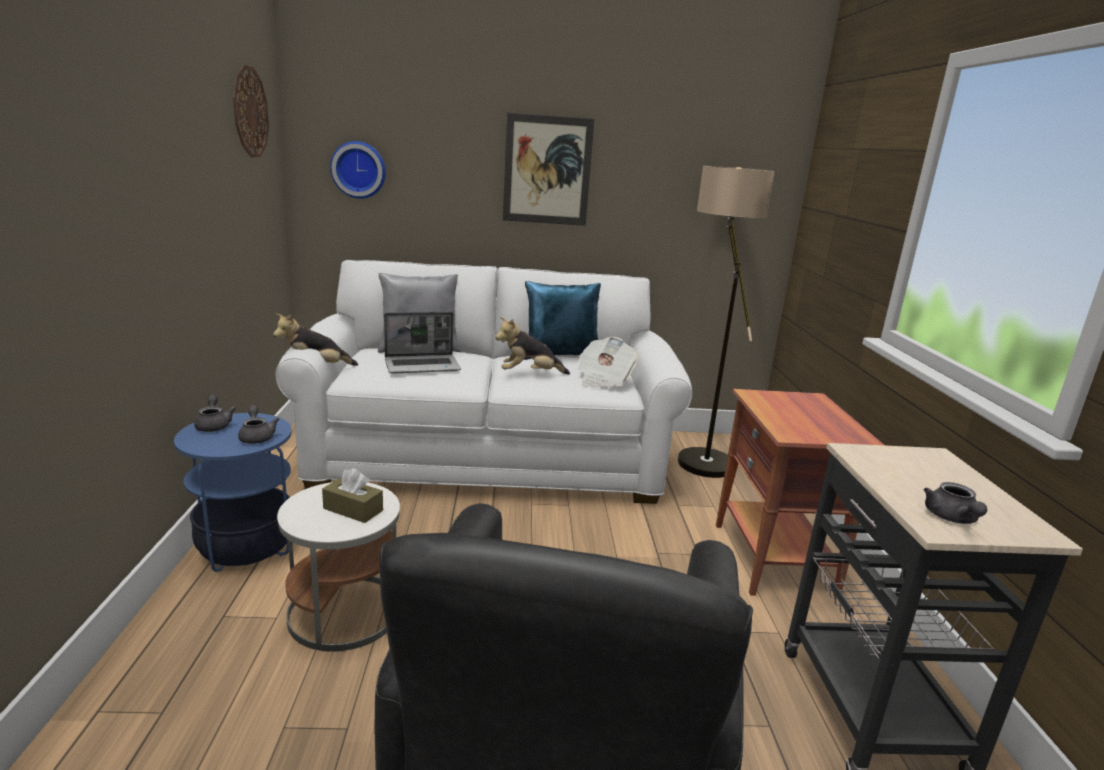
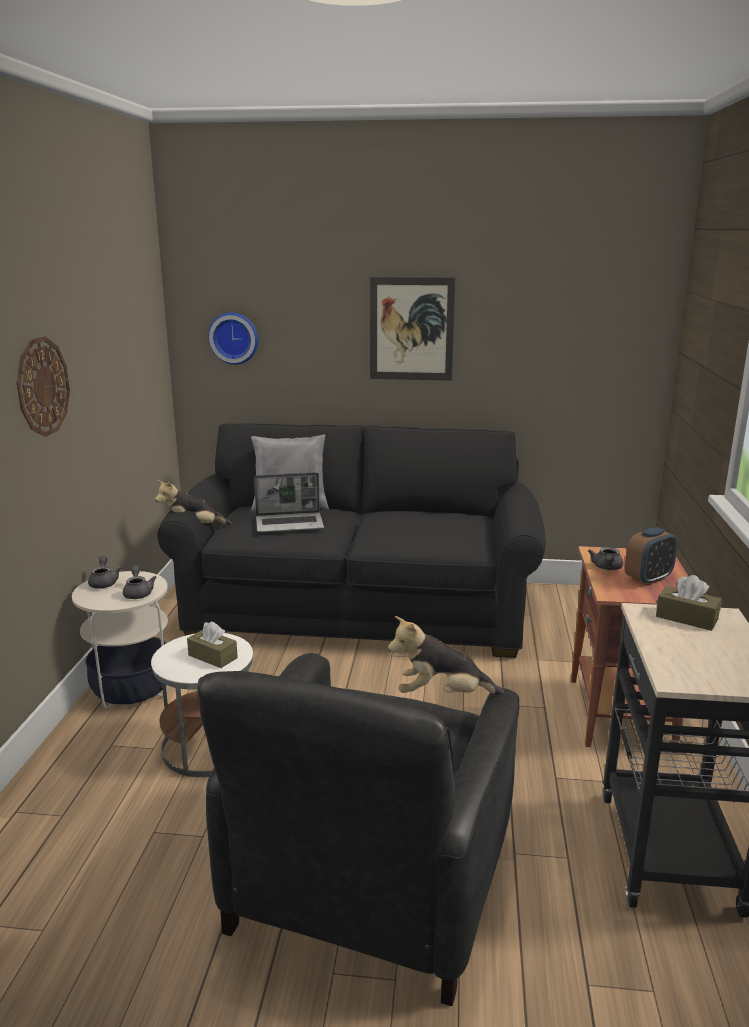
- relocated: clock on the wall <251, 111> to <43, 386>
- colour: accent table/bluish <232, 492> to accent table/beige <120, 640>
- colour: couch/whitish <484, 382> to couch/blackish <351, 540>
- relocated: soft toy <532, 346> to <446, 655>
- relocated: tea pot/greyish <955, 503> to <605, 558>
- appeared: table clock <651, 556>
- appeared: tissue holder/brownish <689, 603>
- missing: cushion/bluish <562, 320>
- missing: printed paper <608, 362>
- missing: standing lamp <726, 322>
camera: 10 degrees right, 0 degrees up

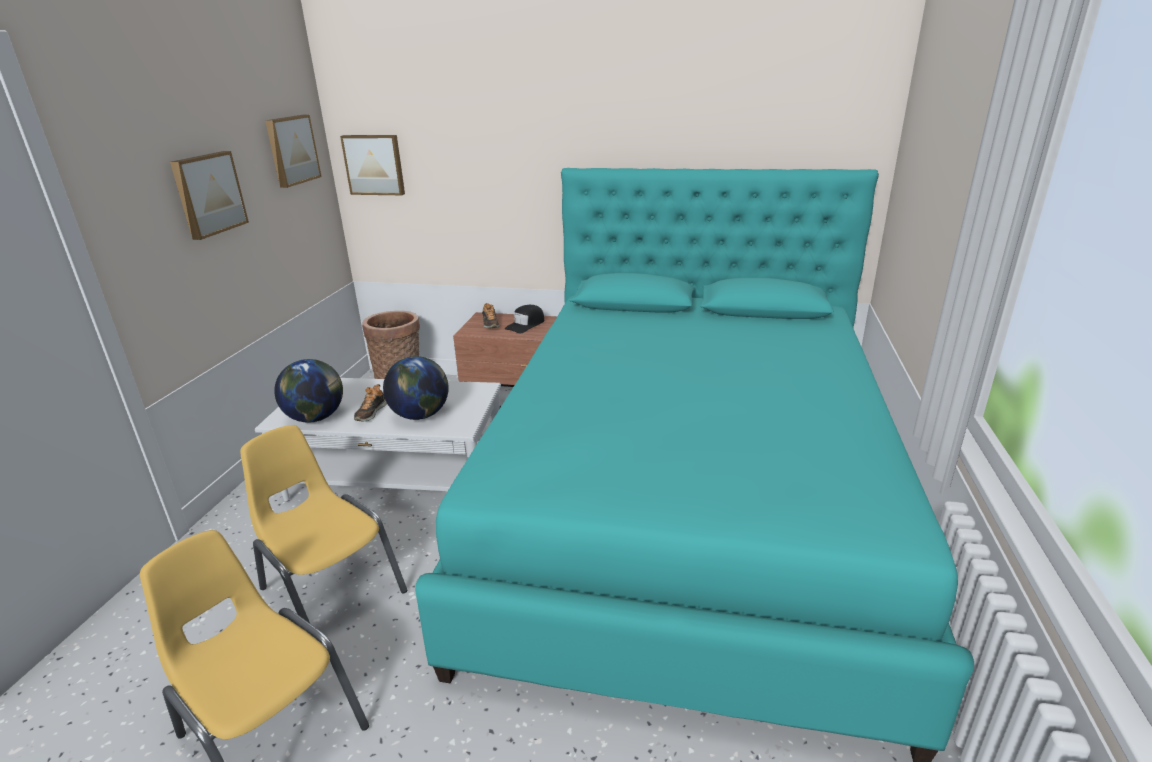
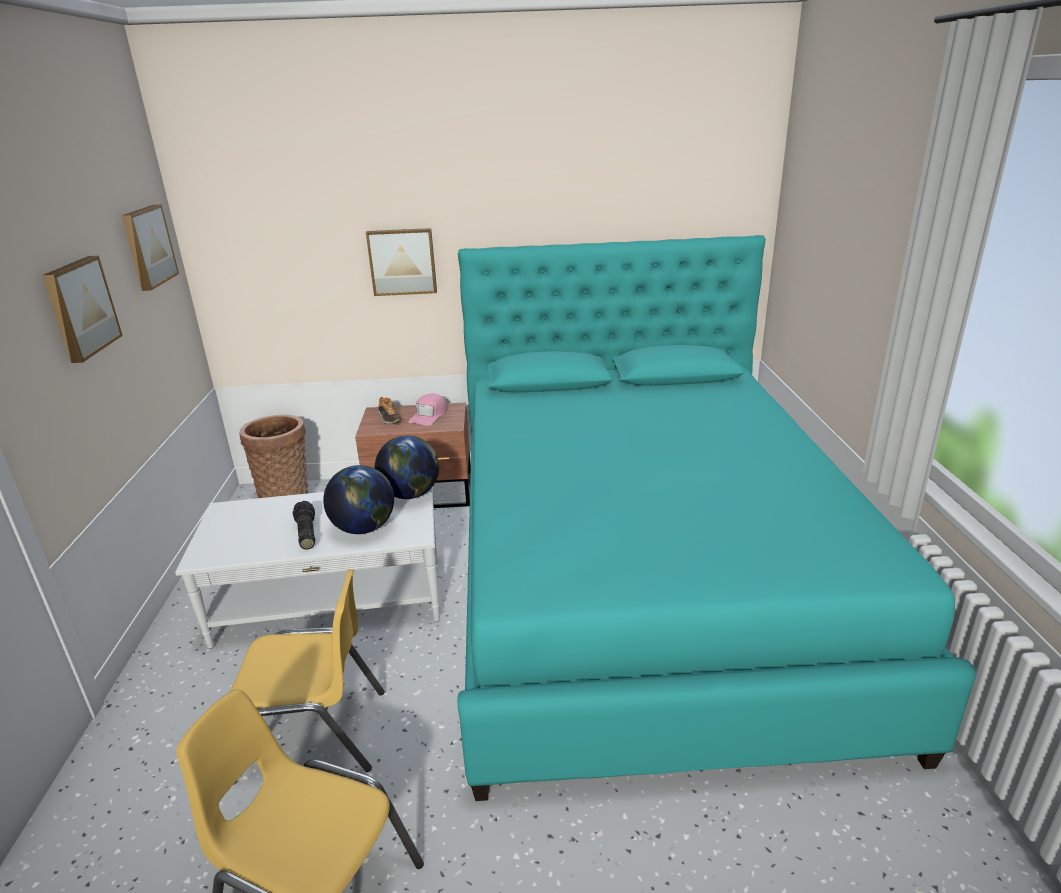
- spun: upright chair/yellow-coloured <323, 524> = <307, 677> 150 degrees clockwise
- exchanged: low shoe <370, 402> to torch <304, 525>
- relocated: wall art <372, 165> to <401, 262>
- relocated: world globe <308, 391> to <407, 467>
- colour: peaked cap/blackish <525, 319> to peaked cap/pinkish <427, 410>
camera: 15 degrees left, 0 degrees up

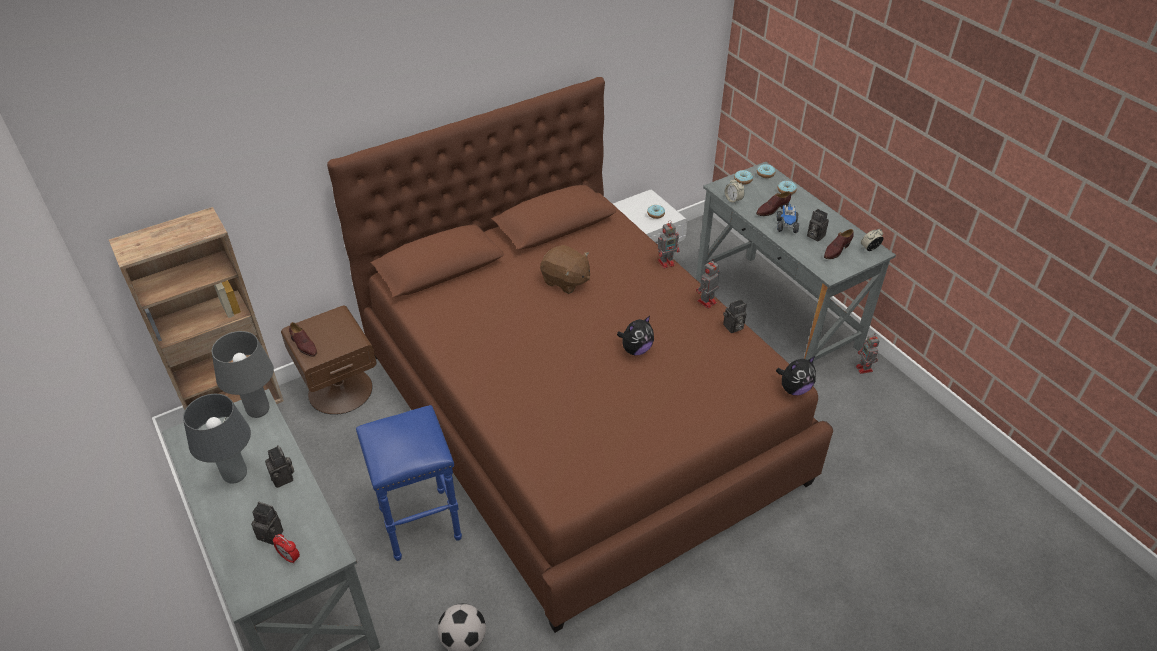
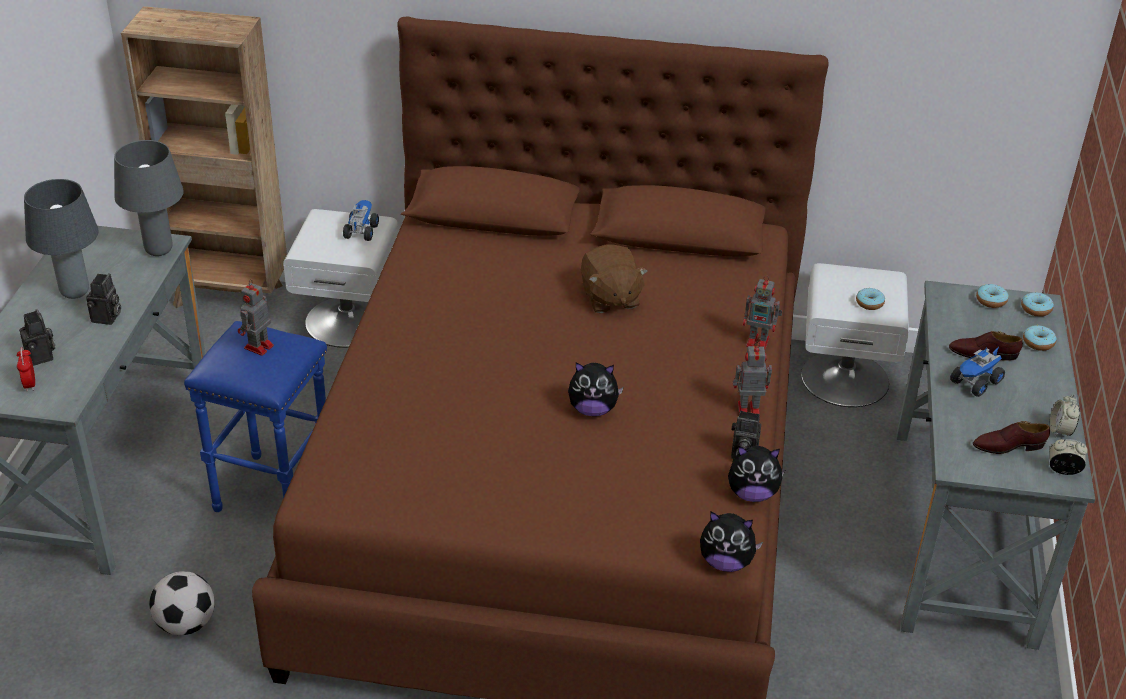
- relocated: robot figure <868, 354> to <256, 317>
- colour: bedside table/brownish <328, 360> to bedside table/whitish <340, 278>
- appeared: model truck <361, 220>
- appeared: soft toy <757, 474>
- relocated: table clock <735, 191> to <1065, 416>
- missing: low shoe/brownish <303, 339>
- missing: still camera <818, 225>
camera: 40 degrees right, 5 degrees down

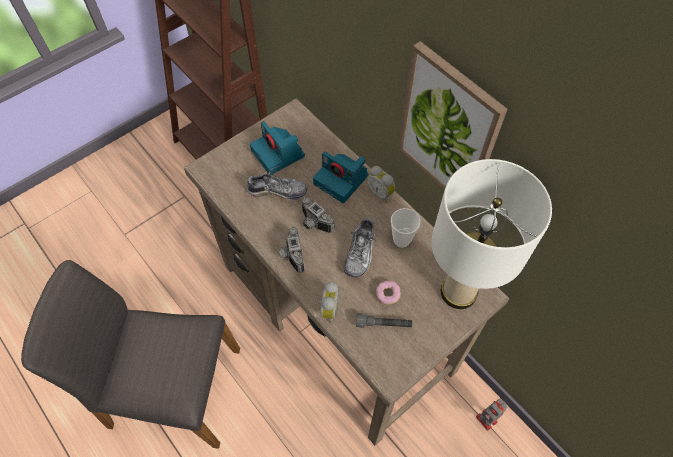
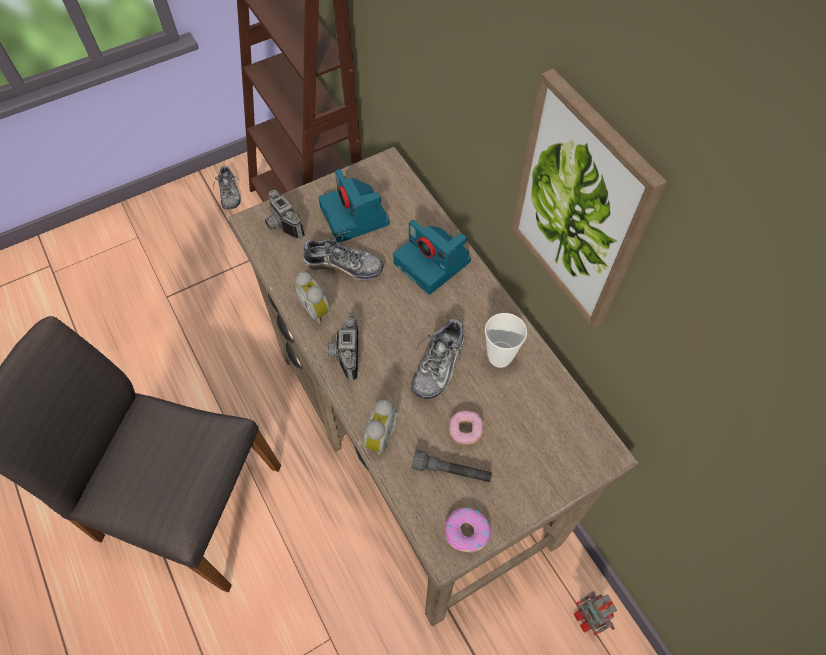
- appeared: low shoe <227, 186>
- relocated: still camera <318, 215> to <285, 214>
- relocated: table clock <381, 184> to <312, 298>
- appeared: ring doughnut <468, 529>
- spun: robot figure <492, 414> = <595, 613> 90 degrees counterclockwise
- missing: lamp for a table/whitish <491, 234>
camera: 10 degrees right, 0 degrees up

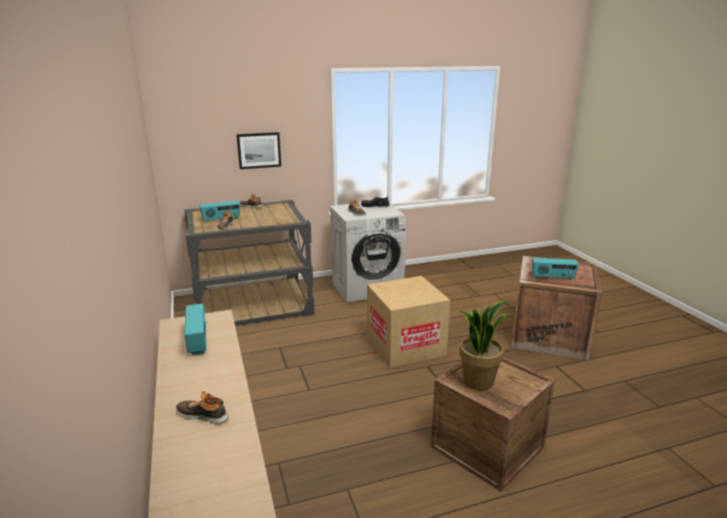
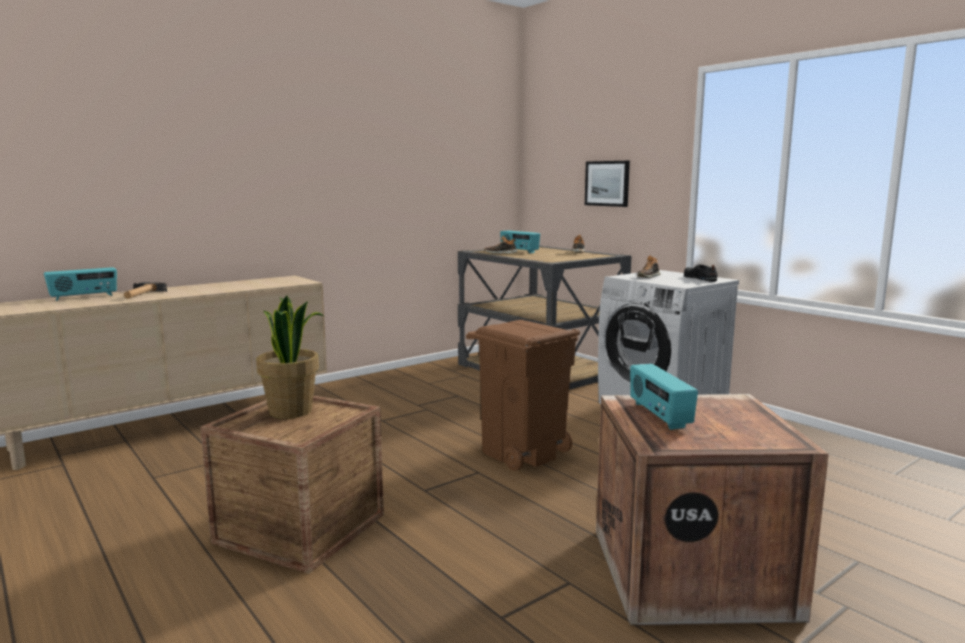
- relocated: radio set <196, 329> to <80, 284>
- exchanged: low shoe <202, 407> to hammer <145, 290>
- exchanged: carton <408, 322> to waste bin/brownish <523, 395>
camera: 70 degrees right, 10 degrees down

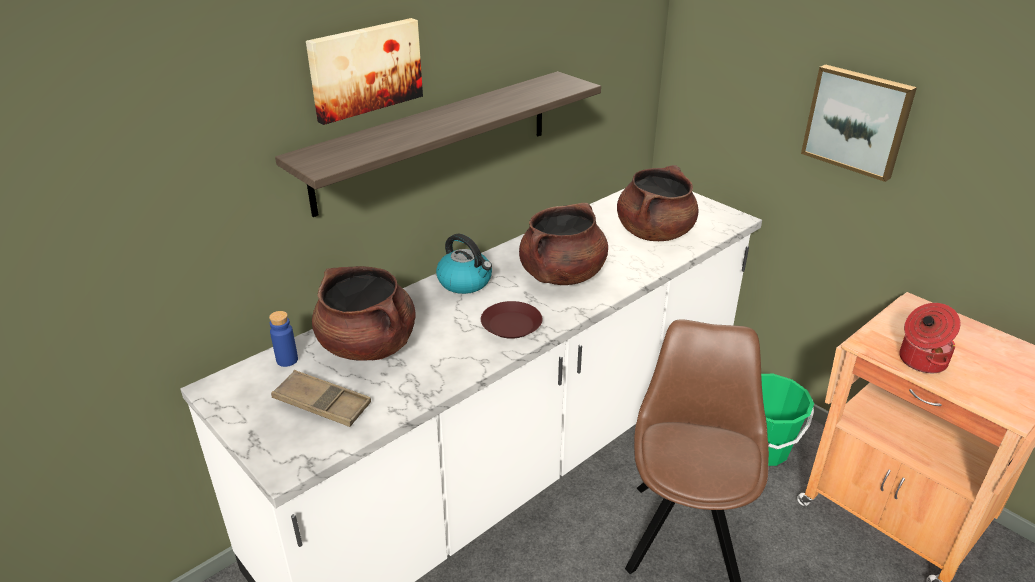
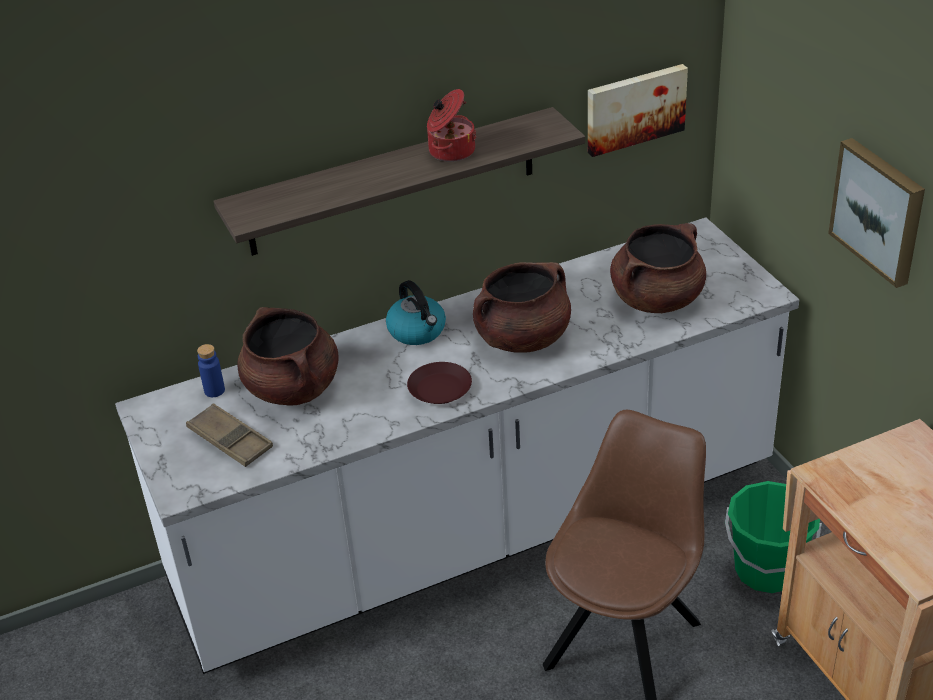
- relocated: stockpot <929, 338> to <452, 125>
- relocated: wall art <364, 71> to <638, 110>
camera: 20 degrees right, 5 degrees up

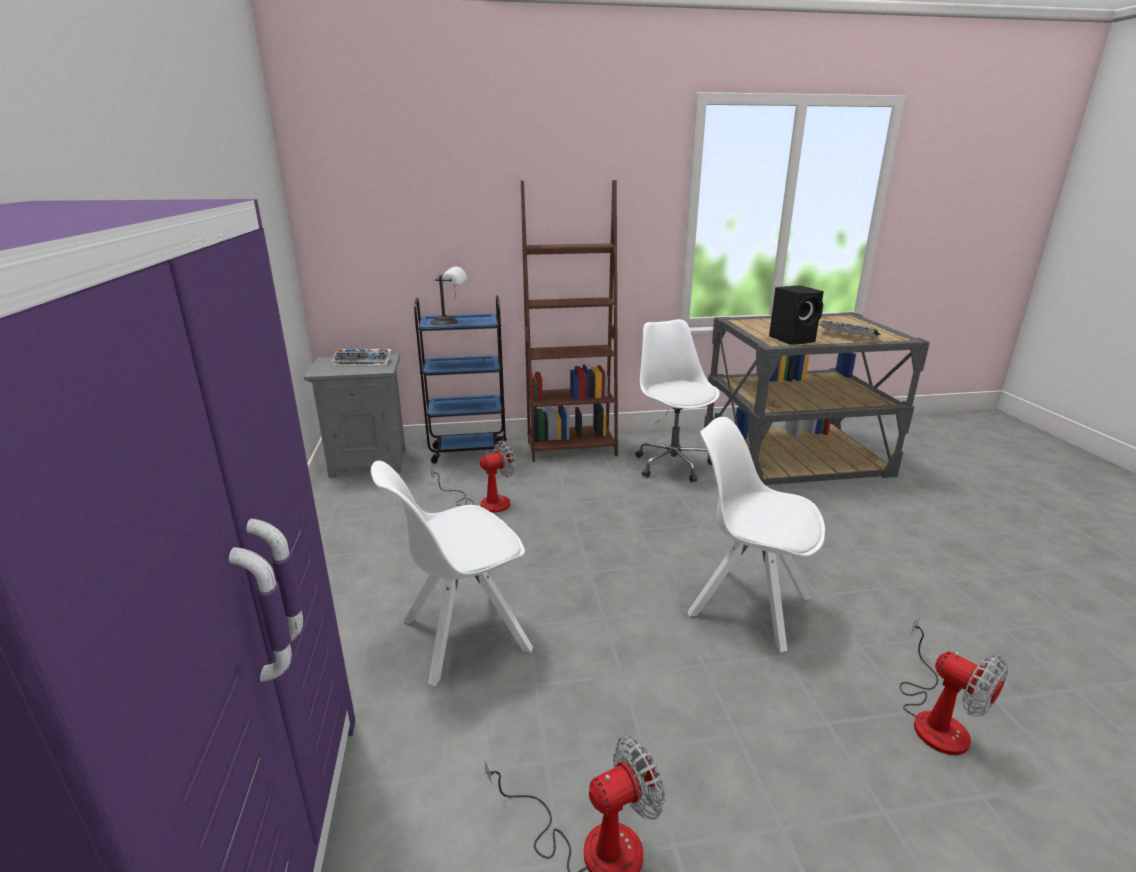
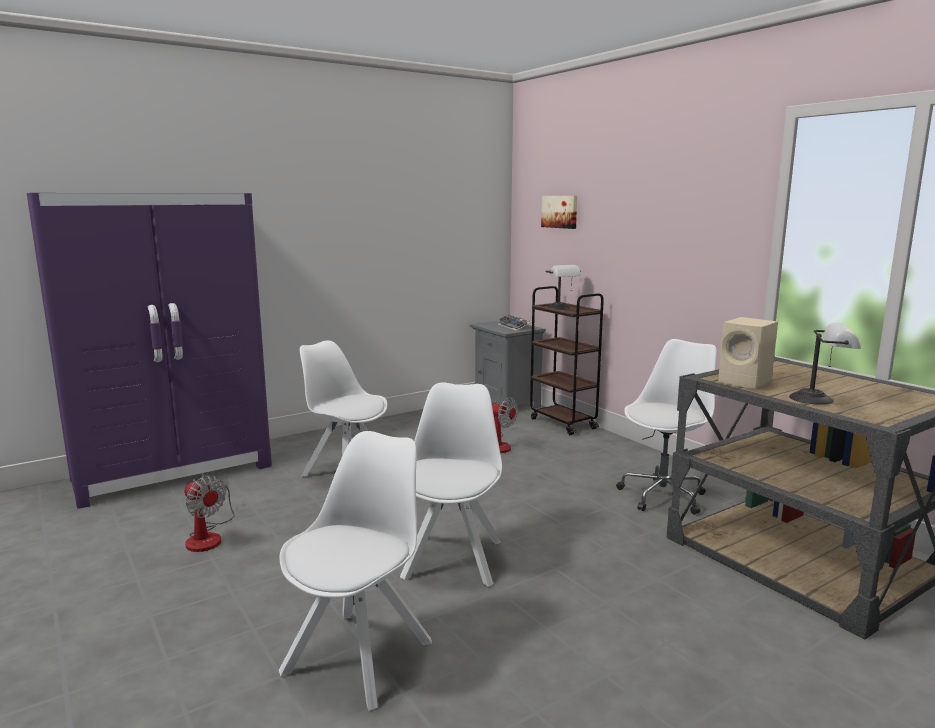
- exchanged: cooling fan <954, 685> to upright chair/whitish <355, 571>
- colour: trolley/bluish <460, 379> to trolley/brownish <567, 360>
- appeared: wall art <559, 212>
- colour: audio speaker/blackish <796, 315> to audio speaker/beige <748, 353>
- exchanged: keyboard <849, 329> to lamp for a table <825, 364>
- missing: bookshelf/brownish <569, 321>
camera: 65 degrees right, 10 degrees down

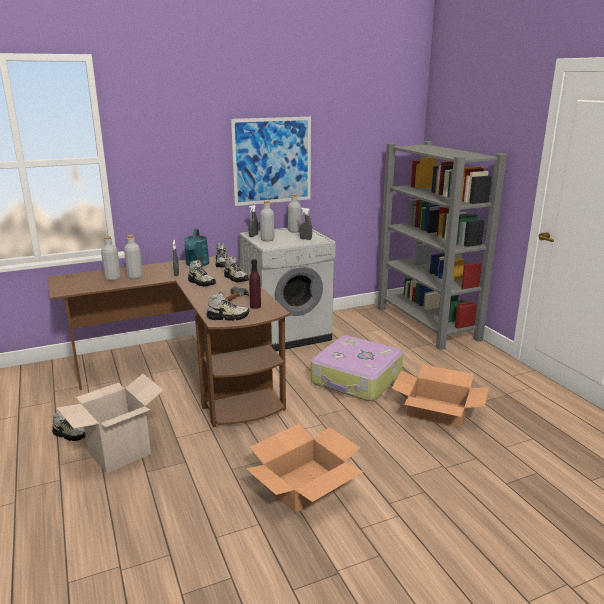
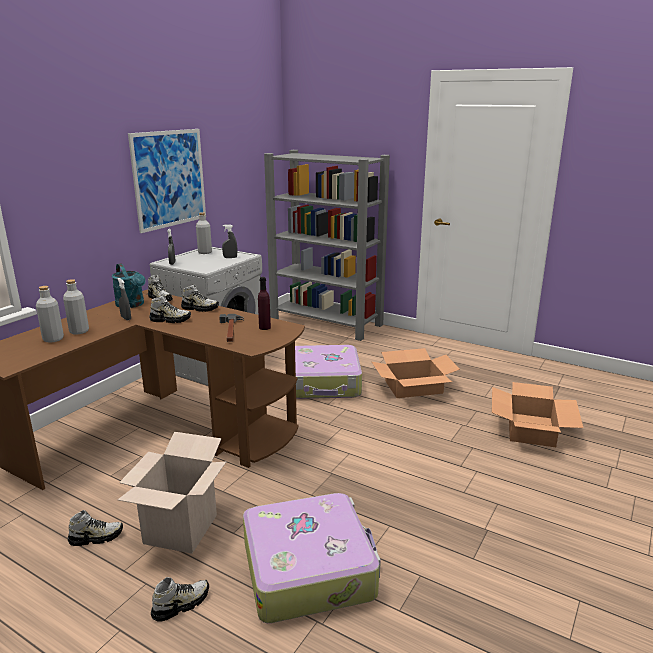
- relocated: low shoe <228, 306> to <180, 599>
- appeared: piece of luggage <312, 558>
- relocated: carton <304, 468> to <537, 414>
- missing: beverage bottle/greyish <267, 221>
camera: 35 degrees left, 0 degrees up

